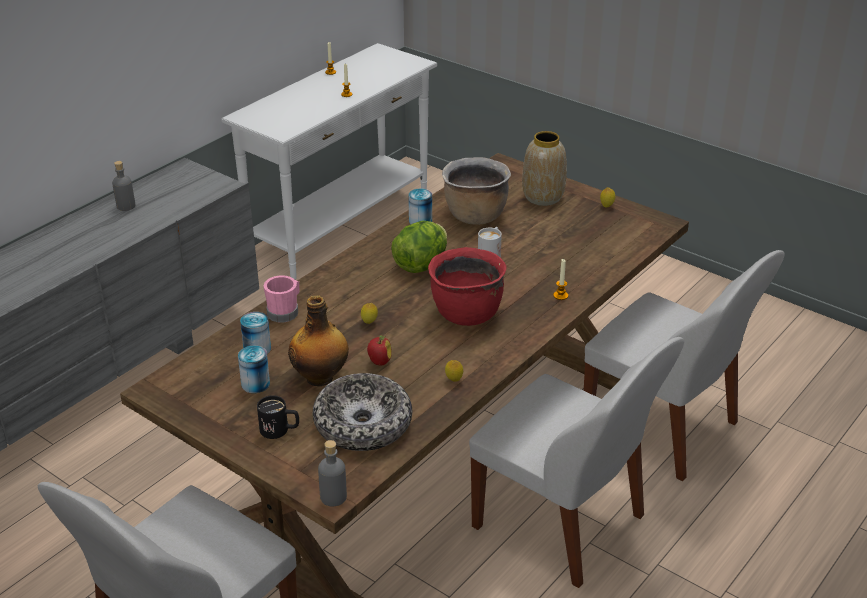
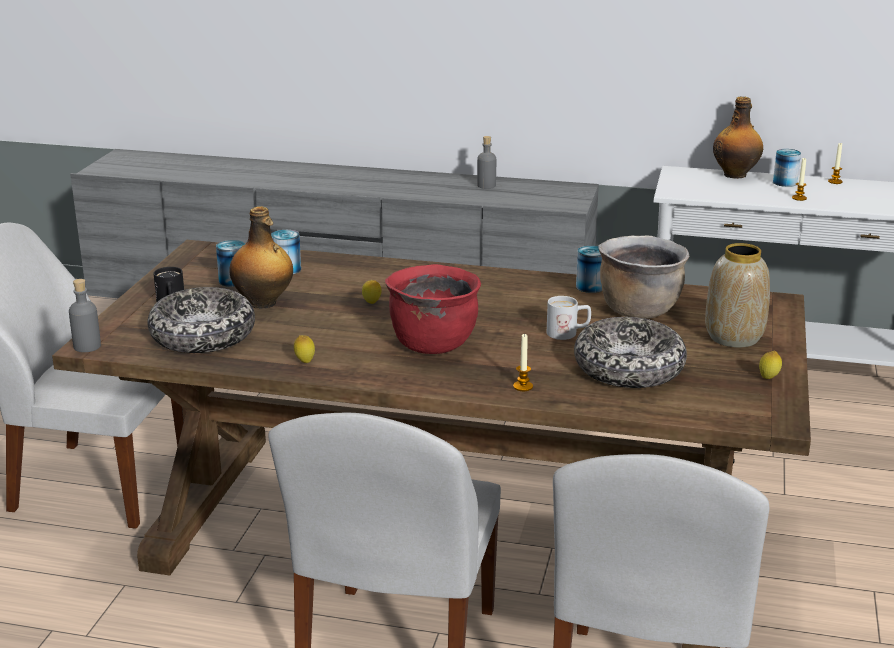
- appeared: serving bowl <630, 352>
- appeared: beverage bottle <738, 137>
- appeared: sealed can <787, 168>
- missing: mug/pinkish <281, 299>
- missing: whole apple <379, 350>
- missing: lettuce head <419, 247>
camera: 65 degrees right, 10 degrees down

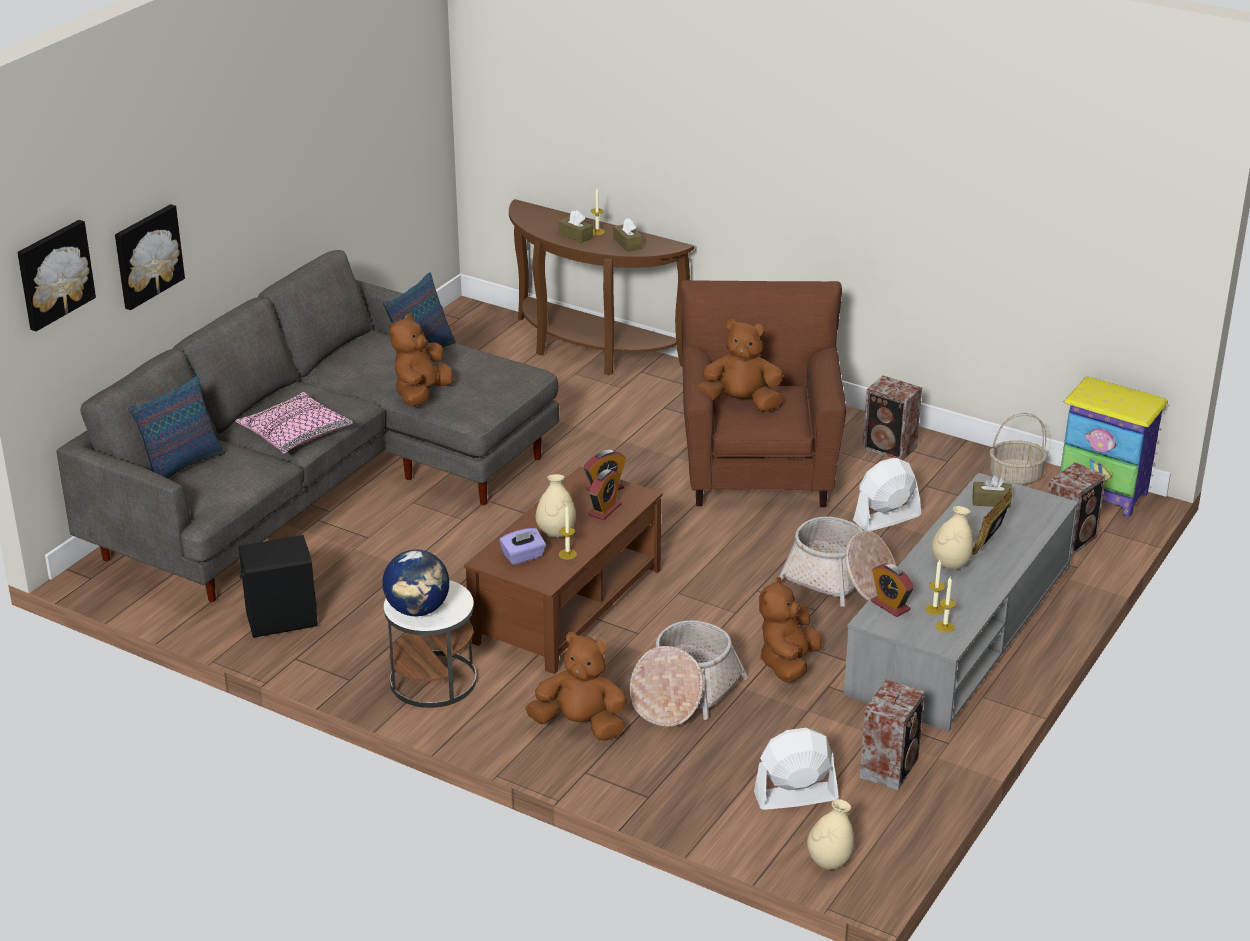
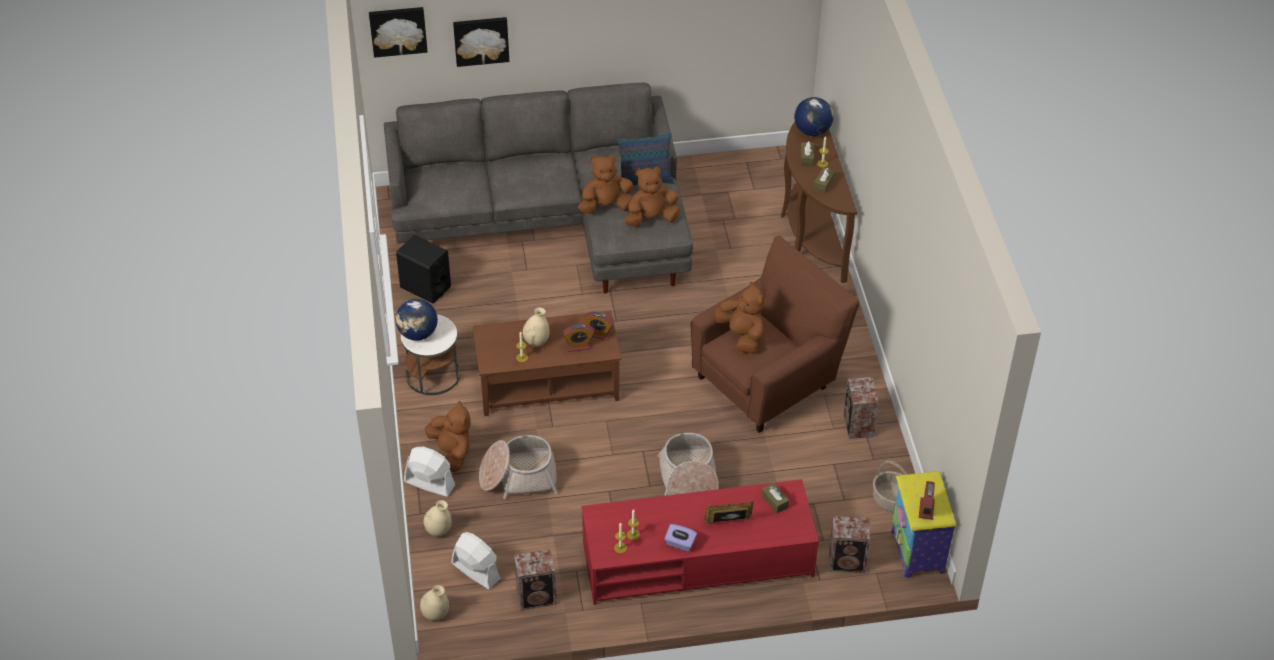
- relocated: cooling fan/whitish <887, 494> to <429, 472>
- relocated: decorative vase/beige <952, 538> to <438, 518>
- colour: tv unit/greyish <961, 602> to tv unit/red <700, 542>
- relocated: soft toy/brownish <790, 630> to <652, 197>
- relocated: tissue holder/purple-coloured <522, 546> to <680, 538>
- appeared: world globe <813, 116>
- relocated: table clock <892, 590> to <927, 500>
- missing: cushion/bluish <176, 427>
- missing: cushion/pinkish <294, 423>
camera: 50 degrees right, 15 degrees up

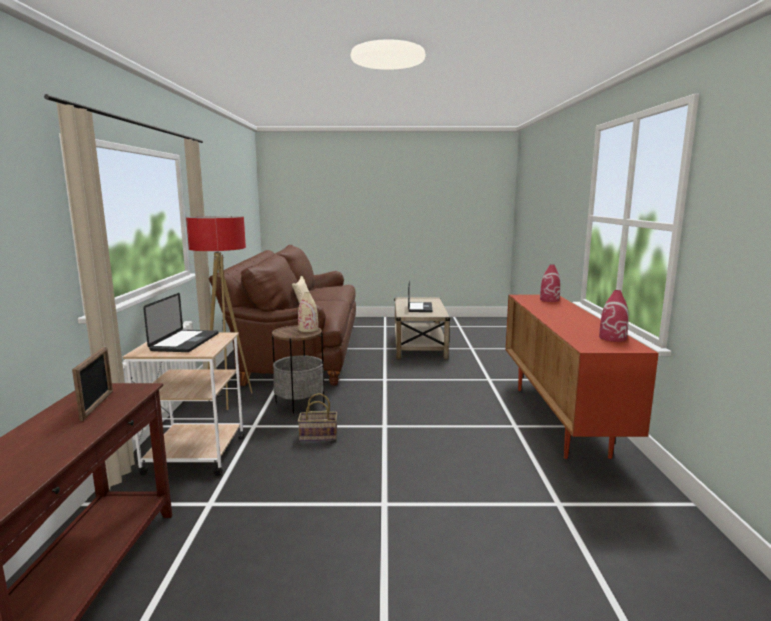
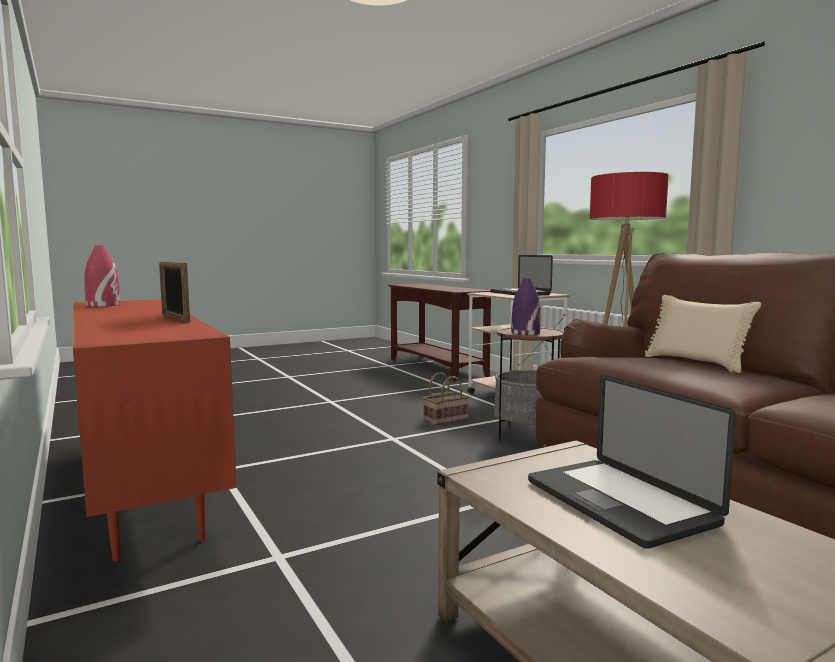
- relocated: standing frame <92, 384> to <174, 292>
- colour: decorative vase/beige <308, 312> to decorative vase/purple-coloured <526, 307>
- missing: decorative vase/red <550, 283>
camera: 150 degrees right, 5 degrees down

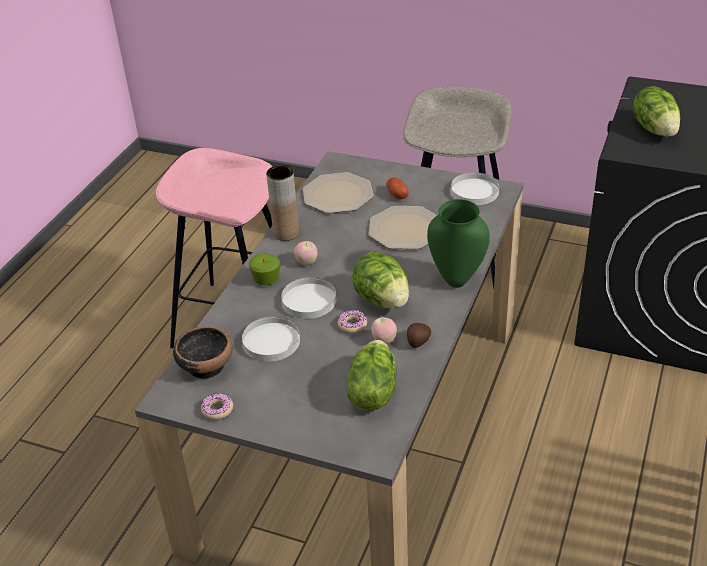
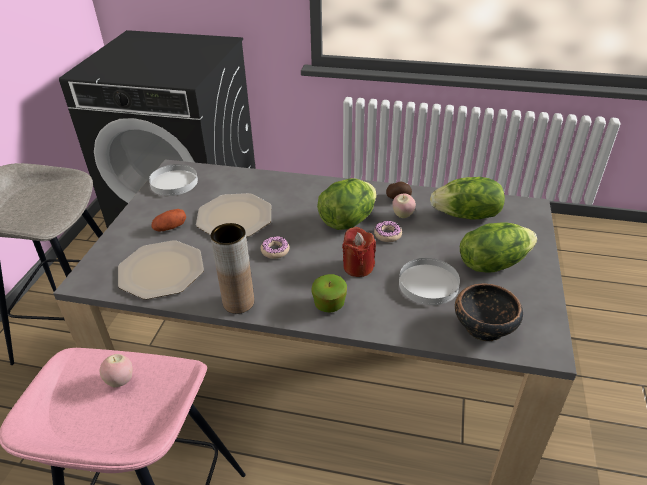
- relocated: whole apple <306, 253> to <116, 370>
- relocated: ring doughnut <217, 406> to <275, 247>
- exchanged: plate/whitish <309, 298> to candle/red <359, 251>
- relocated: lettuce head <656, 111> to <498, 247>
- missing: decorative vase/greenish <458, 243>
camera: 100 degrees left, 0 degrees up

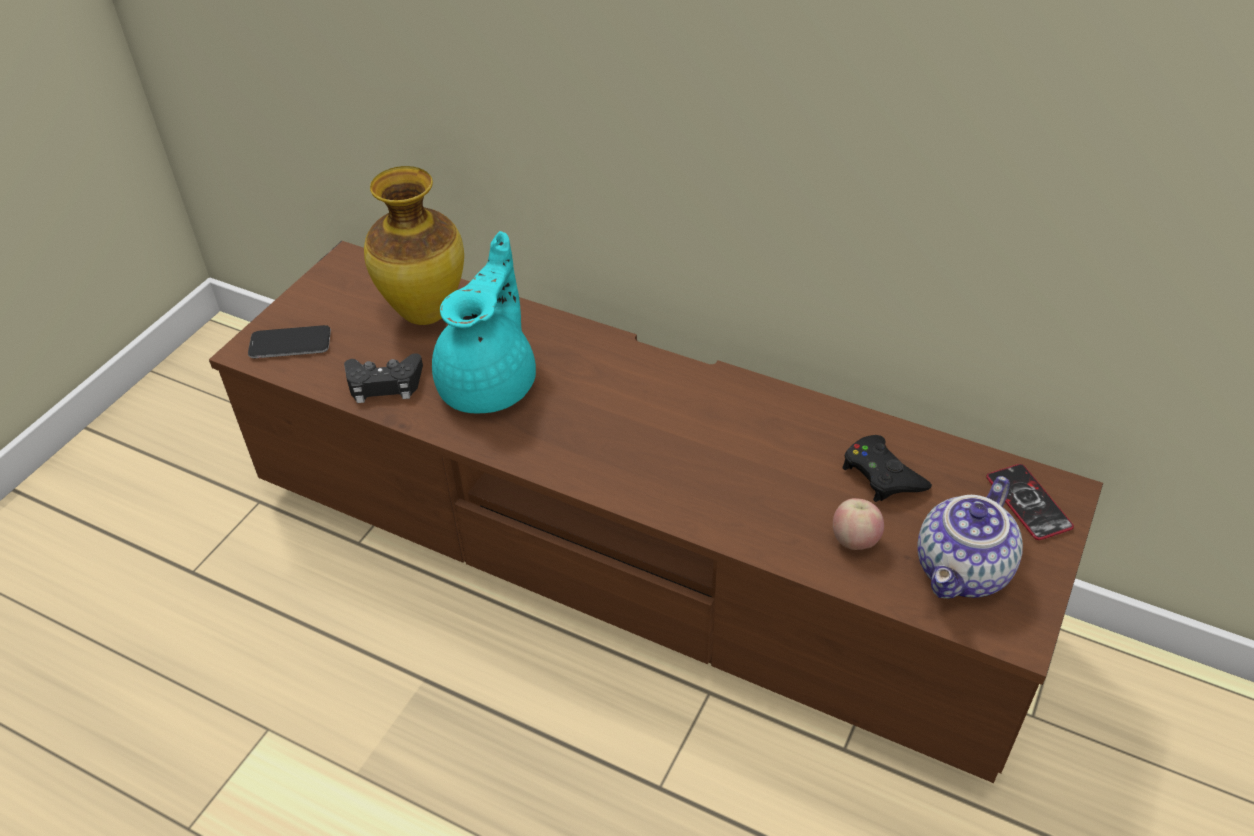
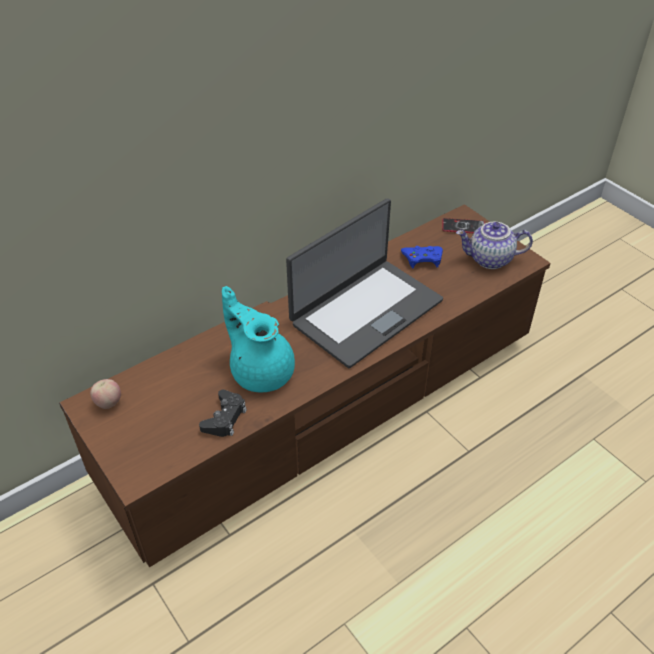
- relocated: whole apple <858, 524> to <105, 394>
- appeared: laptop <364, 283>
- colour: gamepad/blackish <887, 468> to gamepad/bluish <422, 257>
- spun: tea pot <970, 537> = <494, 245> 120 degrees clockwise
- missing: handset <289, 341>
- missing: decorative vase <414, 245>
camera: 65 degrees left, 0 degrees up

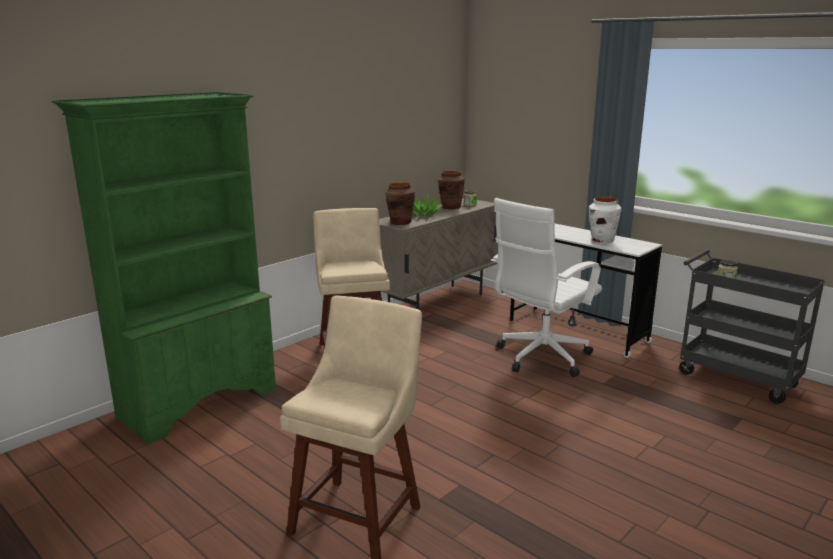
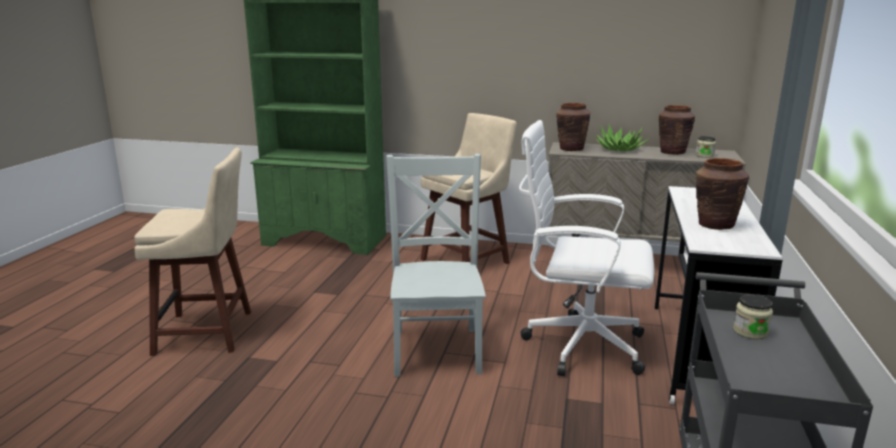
- appeared: upright chair/greyish <436, 265>
- colour: decorative vase/whitish <605, 220> to decorative vase/brownish <722, 194>
camera: 60 degrees right, 0 degrees up

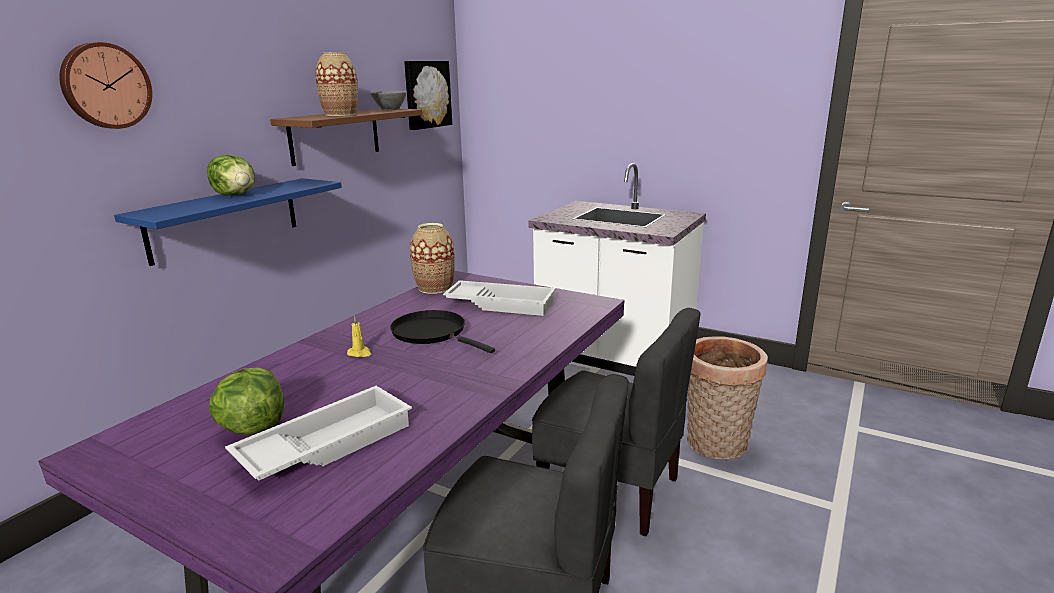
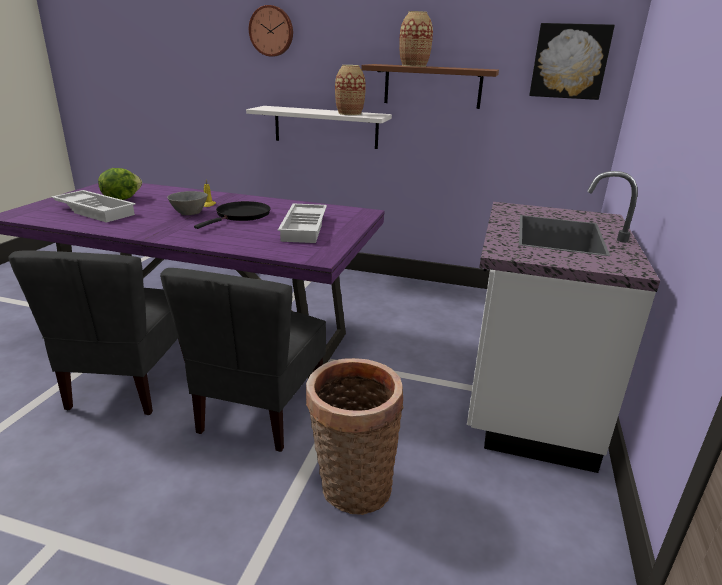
- relocated: serving bowl/greyish <388, 100> to <187, 203>
- colour: shelf/bluish <228, 222> to shelf/whitish <319, 127>
- relocated: decorative vase <432, 258> to <350, 90>
- missing: lettuce head <231, 175>
camera: 75 degrees right, 5 degrees up

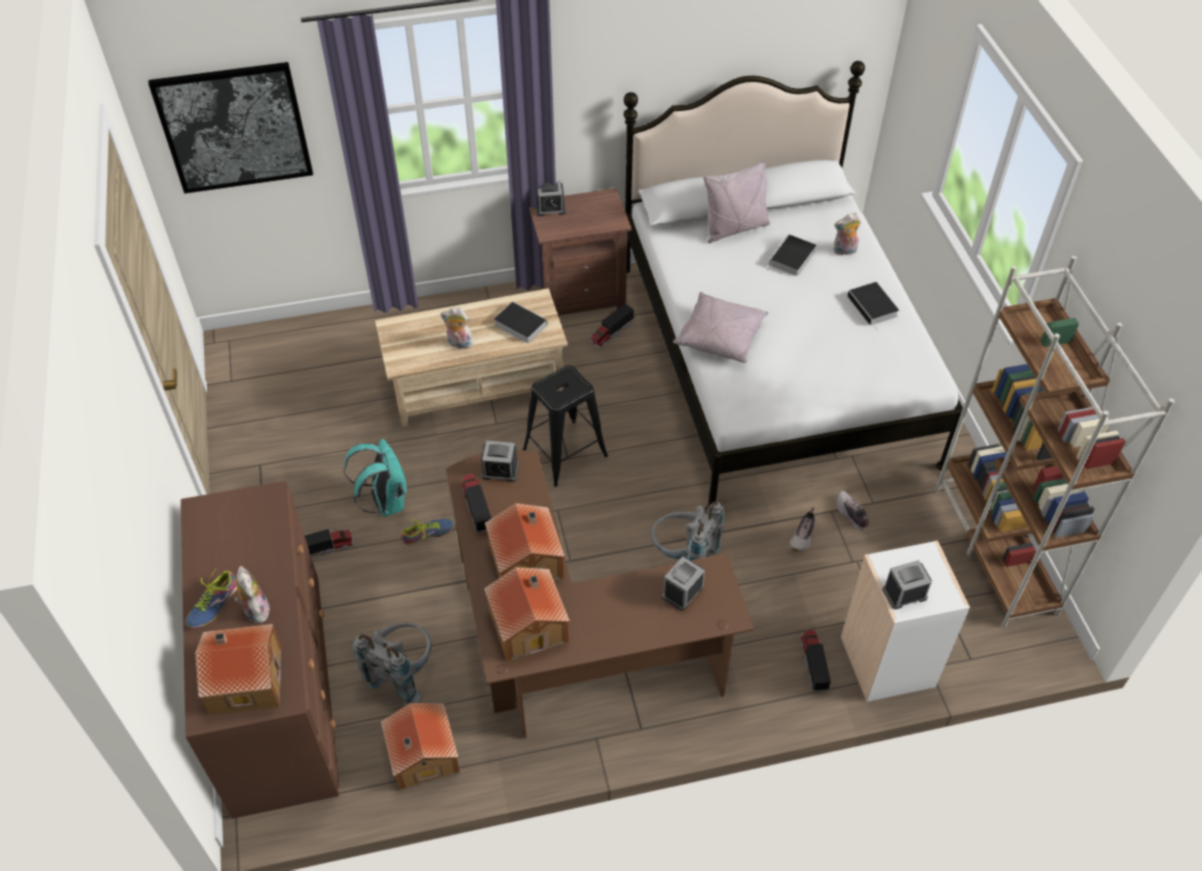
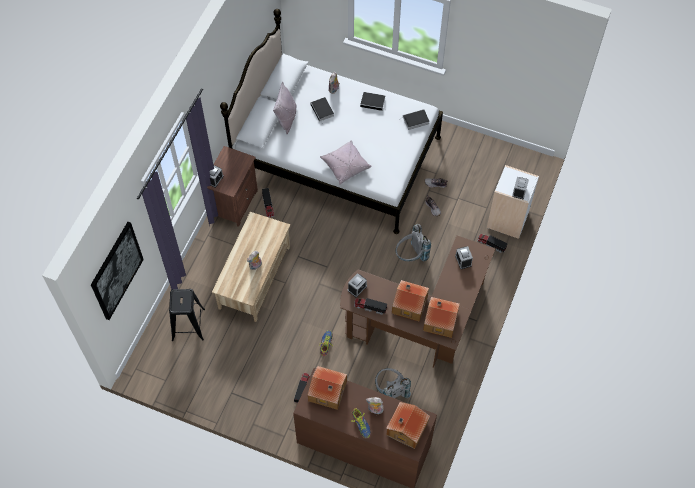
- relocated: sitting stool/blackish <565, 426> to <187, 315>
- relocated: toy house <420, 747> to <327, 388>
- relocated: volume <520, 322> to <414, 119>
- missing: knapsack/blue-green <375, 478>
- missing: bookshelf/brownish <1055, 441>
camera: 55 degrees left, 10 degrees up

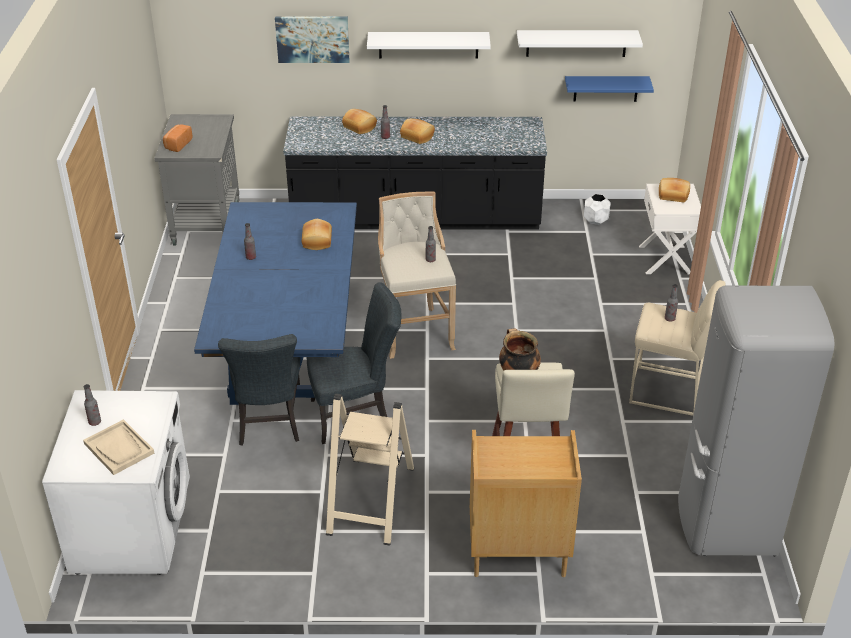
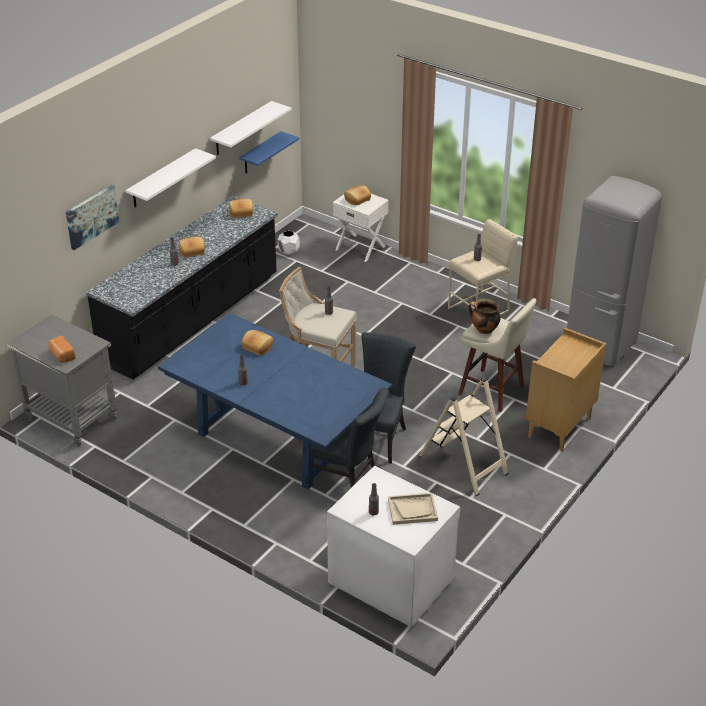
- relocated: baked bread <359, 121> to <241, 208>
camera: 55 degrees left, 0 degrees up

